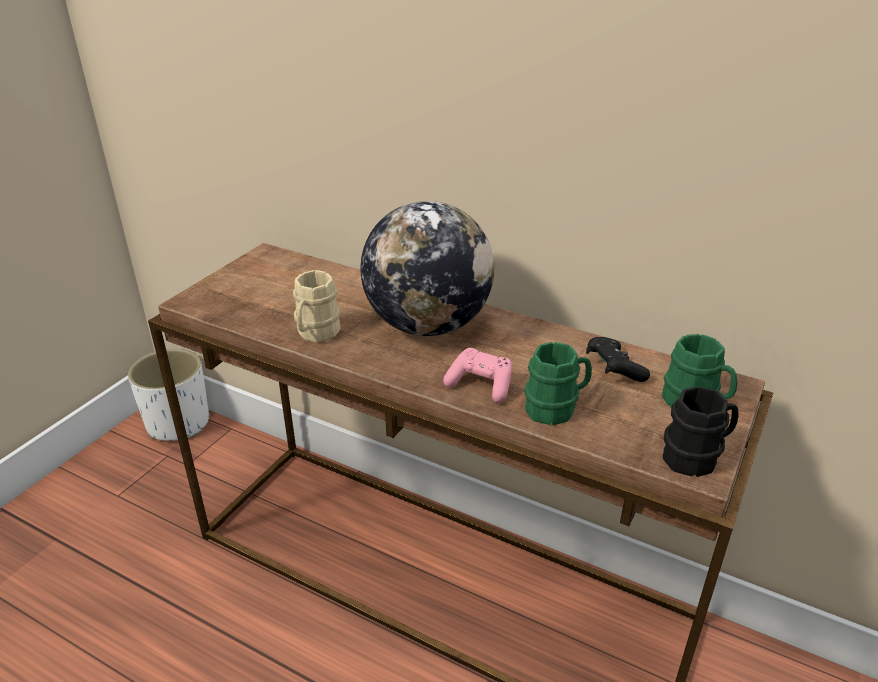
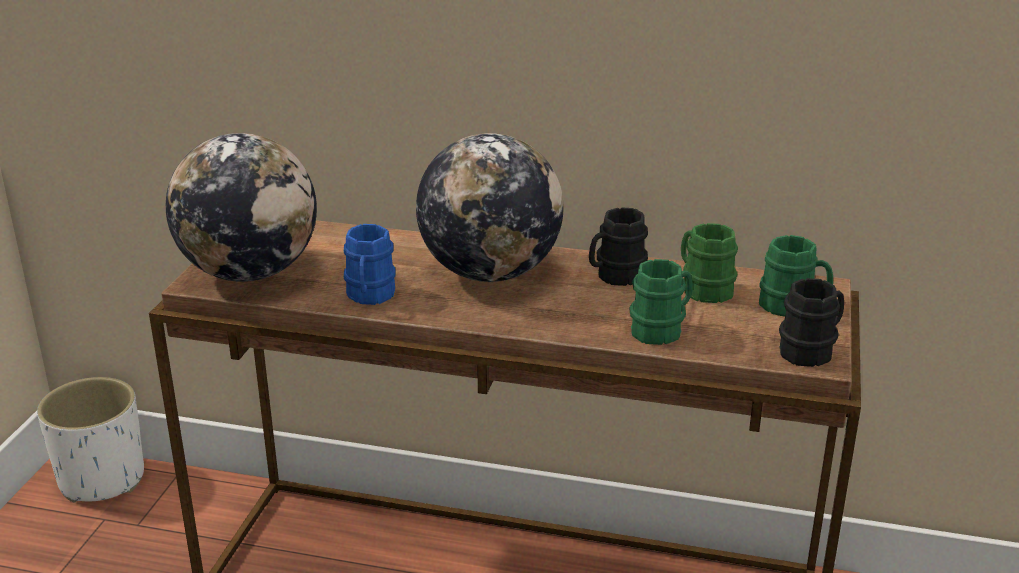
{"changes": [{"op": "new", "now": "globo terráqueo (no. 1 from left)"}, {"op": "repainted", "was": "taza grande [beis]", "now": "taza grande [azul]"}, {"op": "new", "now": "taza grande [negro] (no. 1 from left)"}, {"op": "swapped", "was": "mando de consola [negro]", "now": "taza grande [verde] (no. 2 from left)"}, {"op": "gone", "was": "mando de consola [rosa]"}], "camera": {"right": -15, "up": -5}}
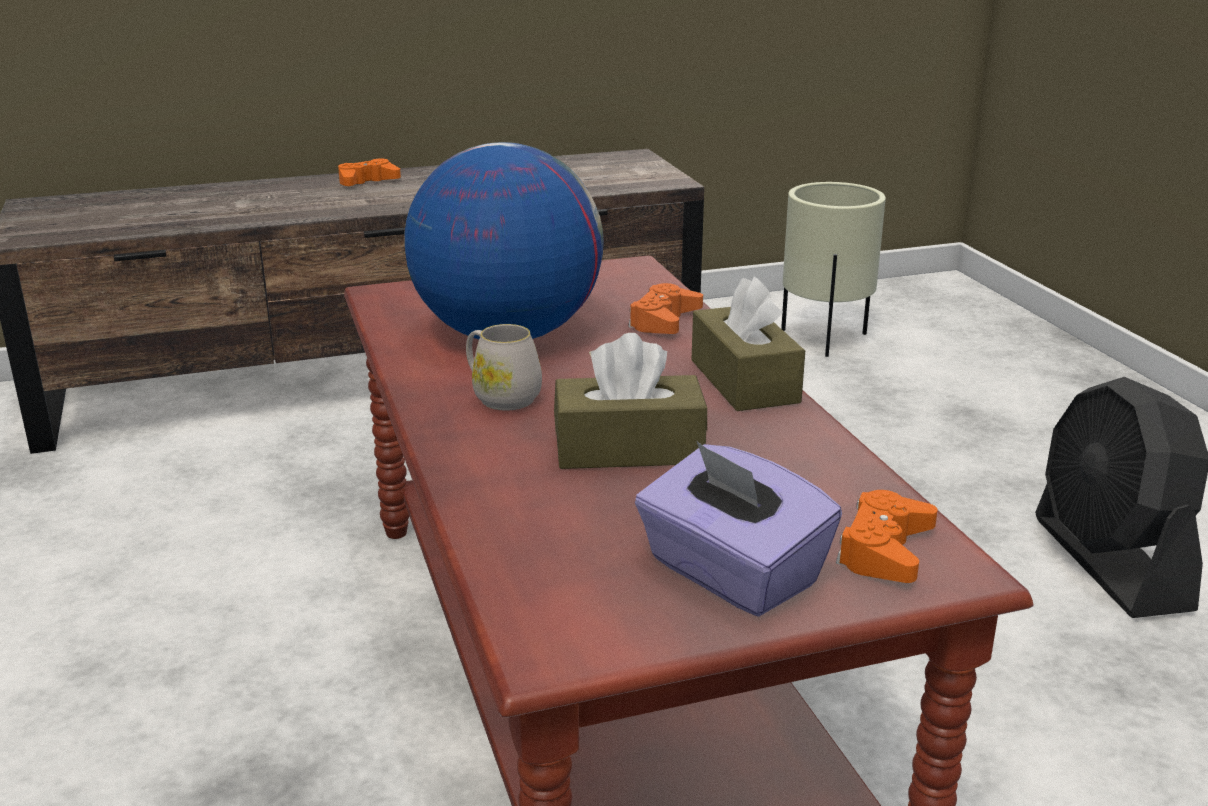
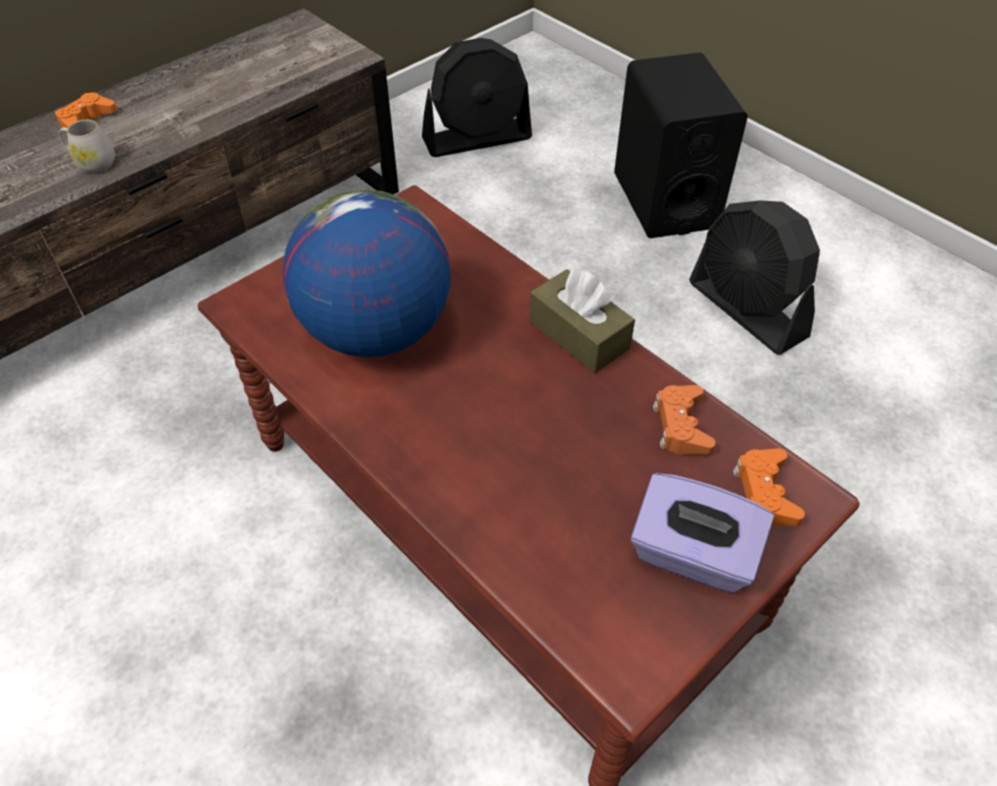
{"changes": [{"op": "shifted", "was": "taza grande [blanco]"}, {"op": "swapped", "was": "maceta [beis]", "now": "ventilador [negro] (no. 1 from left)"}, {"op": "new", "now": "altavoz [negro]"}, {"op": "shifted", "was": "mando de consola [naranja] (no. 2 from left)"}, {"op": "gone", "was": "caja de pañuelos [marrón] (no. 1 from left)"}], "camera": {"right": -25, "up": 25}}
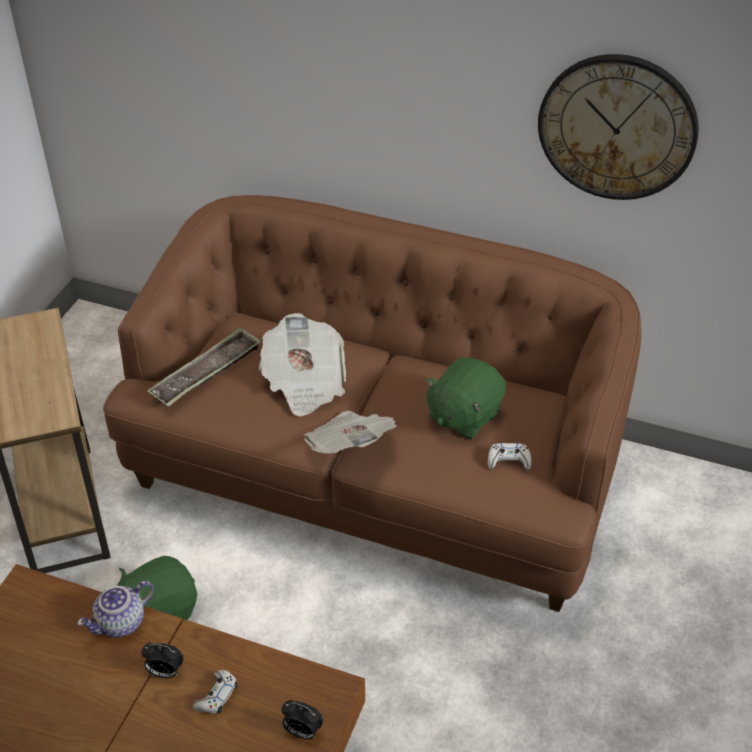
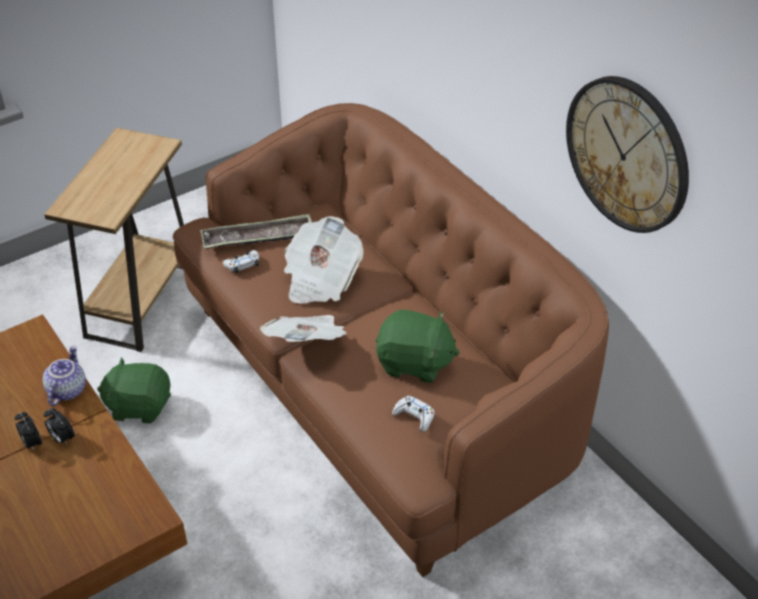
{"changes": [{"op": "shifted", "was": "despertador (no. 2 from left in the first image)", "now": "despertador (no. 1 from left)"}, {"op": "rotated", "was": "tetera", "clockwise": 105}, {"op": "shifted", "was": "mando de consola [blanco] (no. 1 from left)"}, {"op": "rotated", "was": "peluche [verde] (no. 2 from left)", "clockwise": -150}], "camera": {"right": 35, "up": 0}}
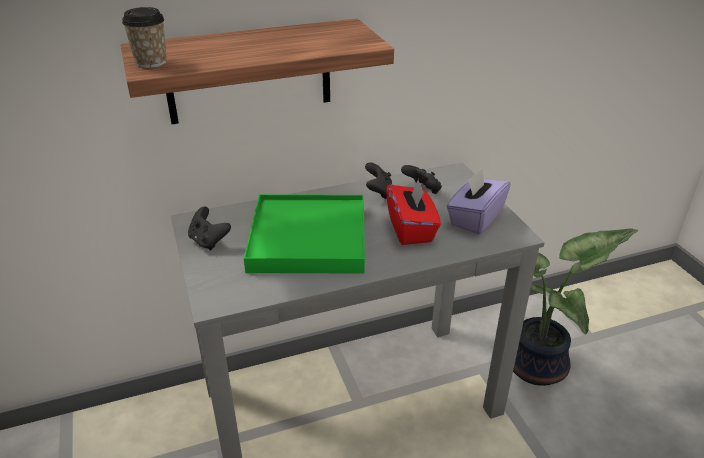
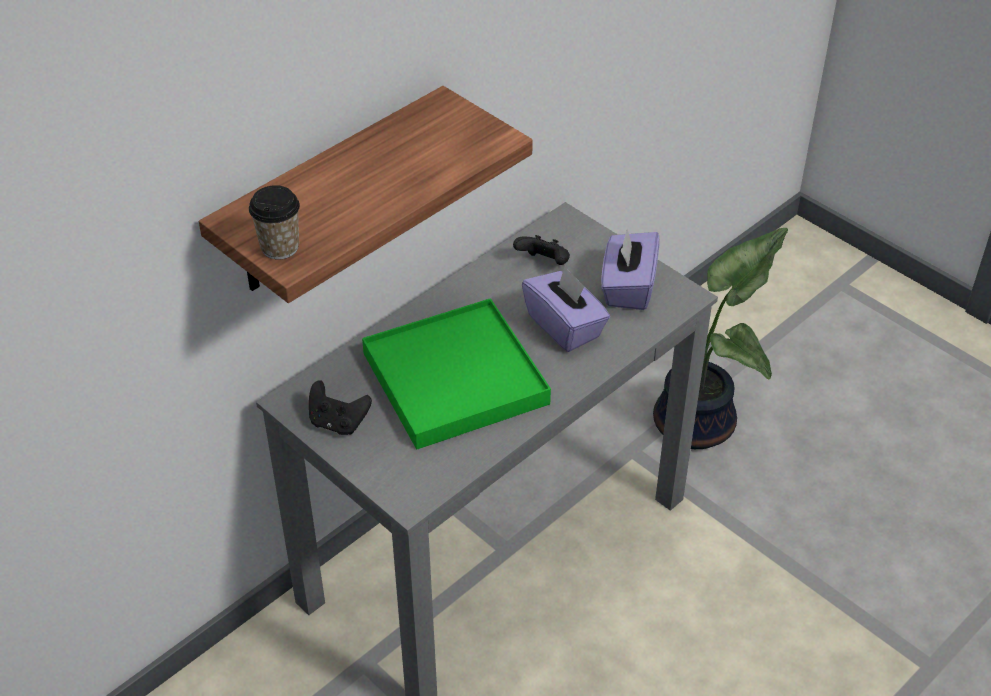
{"changes": [{"op": "repainted", "was": "caja de pañuelos [rojo]", "now": "caja de pañuelos [morado] (no. 1 from left)"}, {"op": "gone", "was": "mando de consola [negro] (no. 2 from left)"}], "camera": {"right": -25, "up": 10}}
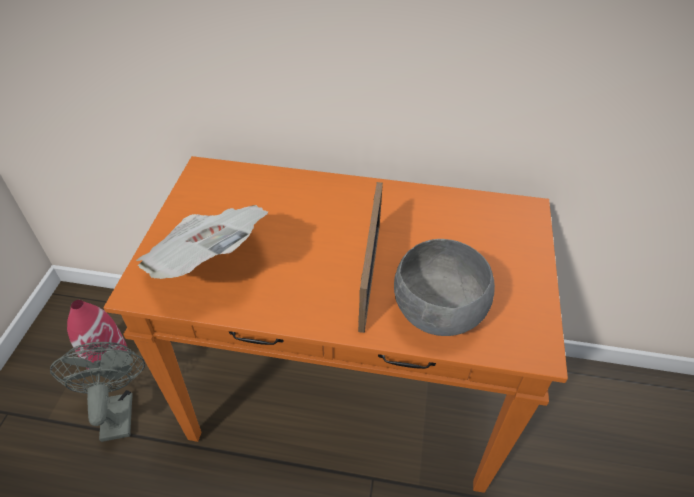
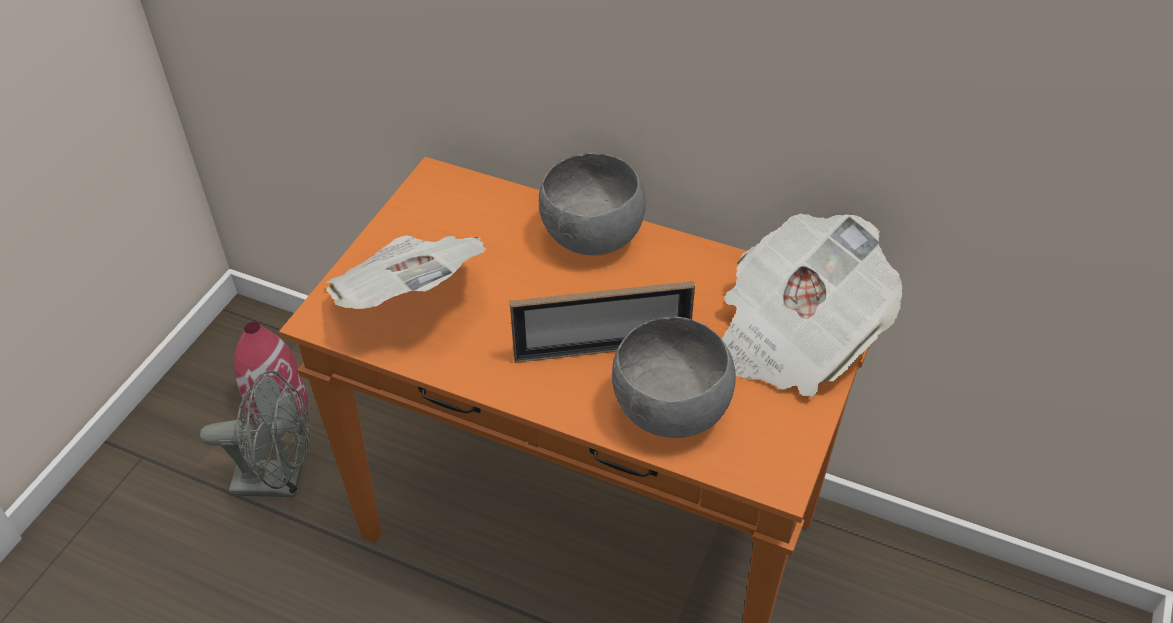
{"changes": [{"op": "rotated", "was": "ventilador [gris]", "clockwise": 90}, {"op": "rotated", "was": "portarretratos", "clockwise": 60}, {"op": "new", "now": "cuenco [gris] (no. 1 from left)"}, {"op": "new", "now": "periódico (no. 2 from left)"}], "camera": {"right": 15, "up": 0}}
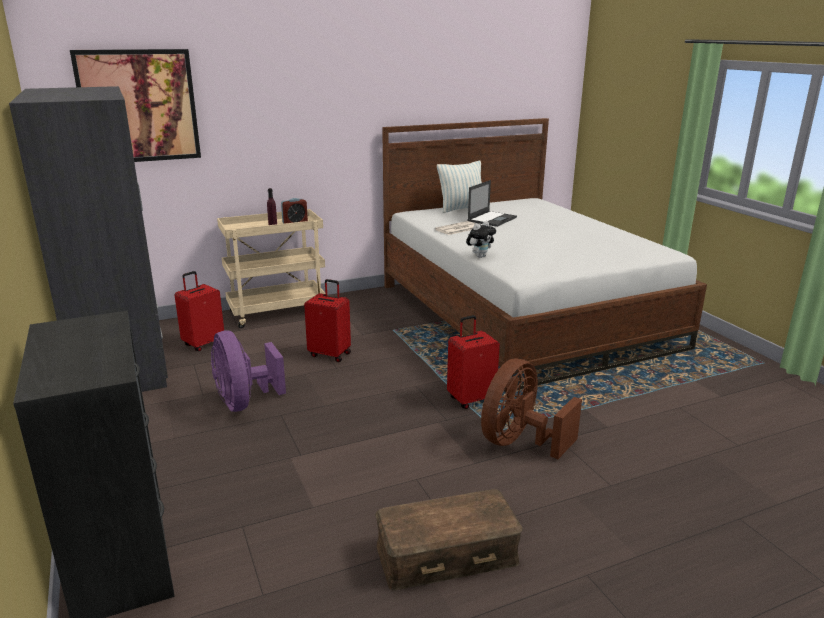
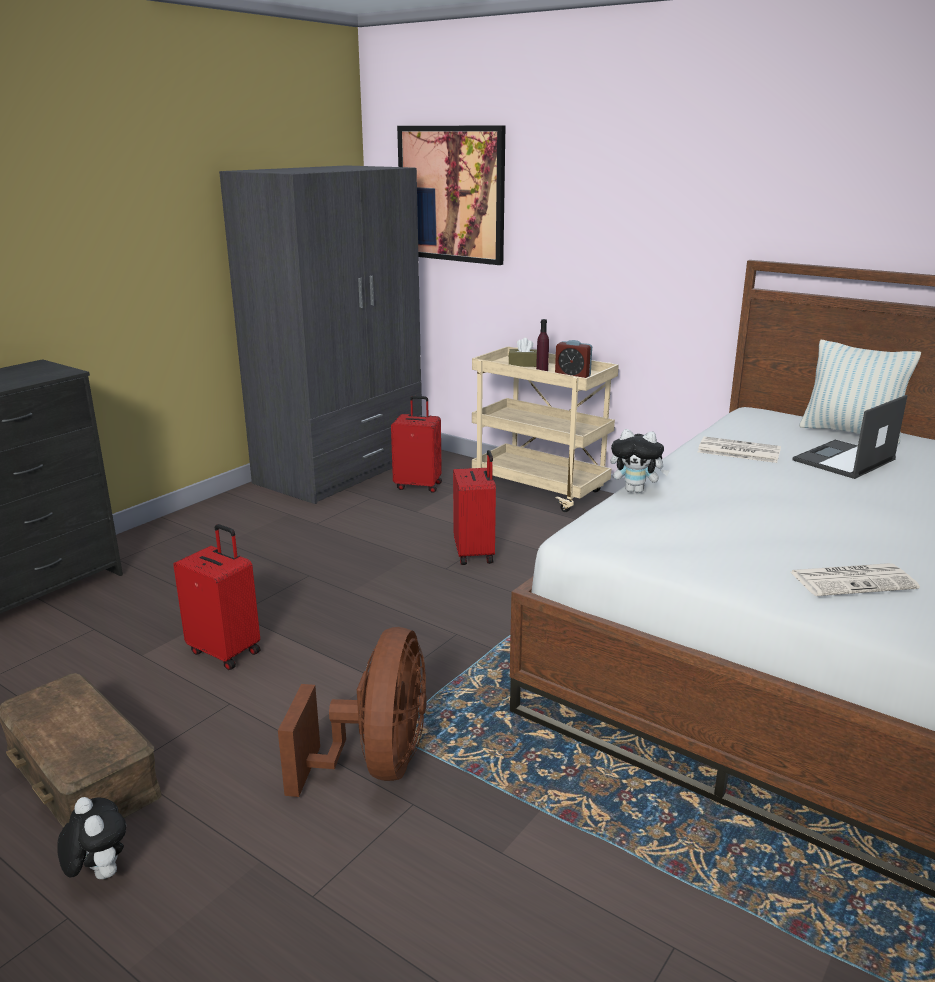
{"changes": [{"op": "new", "now": "peluche (no. 1 from left)"}, {"op": "shifted", "was": "maleta [rojo] (no. 3 from left in the first image)", "now": "maleta [rojo] (no. 1 from left)"}, {"op": "rotated", "was": "ventilador [marrón]", "clockwise": 90}, {"op": "new", "now": "caja de pañuelos [marrón]"}, {"op": "new", "now": "periódico (no. 2 from left)"}, {"op": "rotated", "was": "portátil", "clockwise": 135}, {"op": "gone", "was": "ventilador [morado]"}], "camera": {"right": 60, "up": 0}}
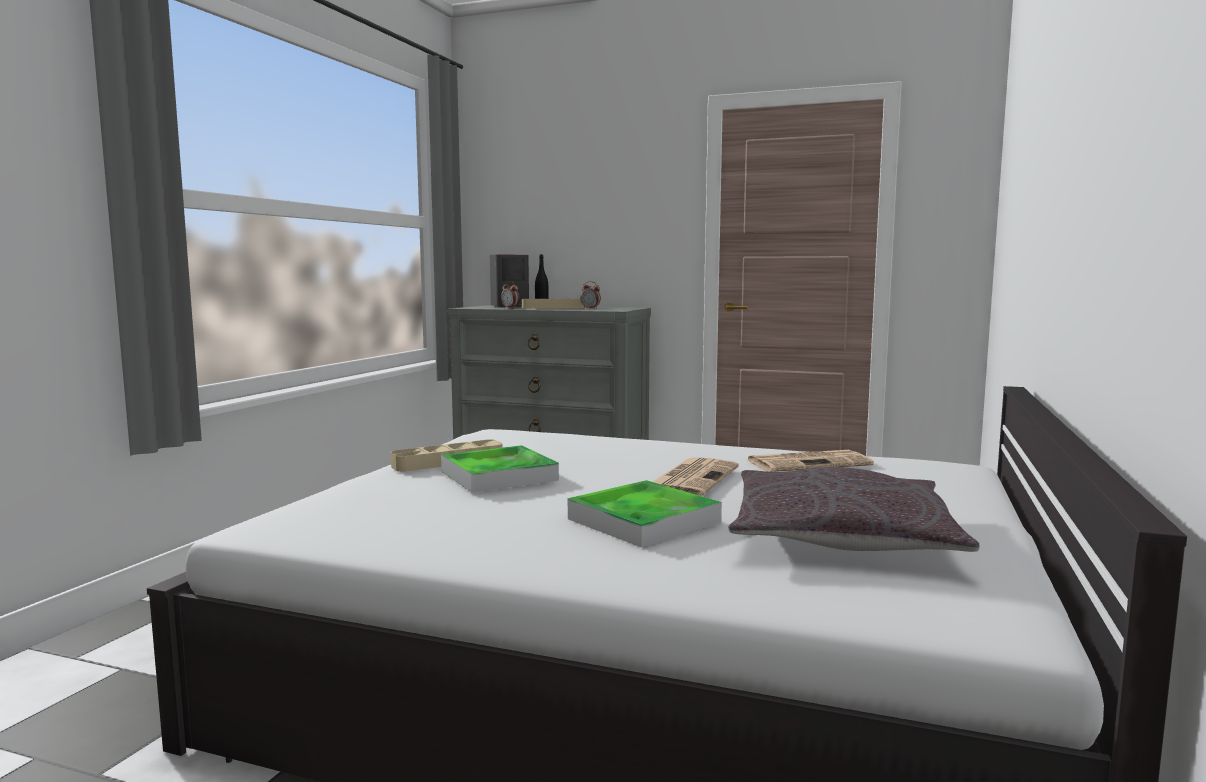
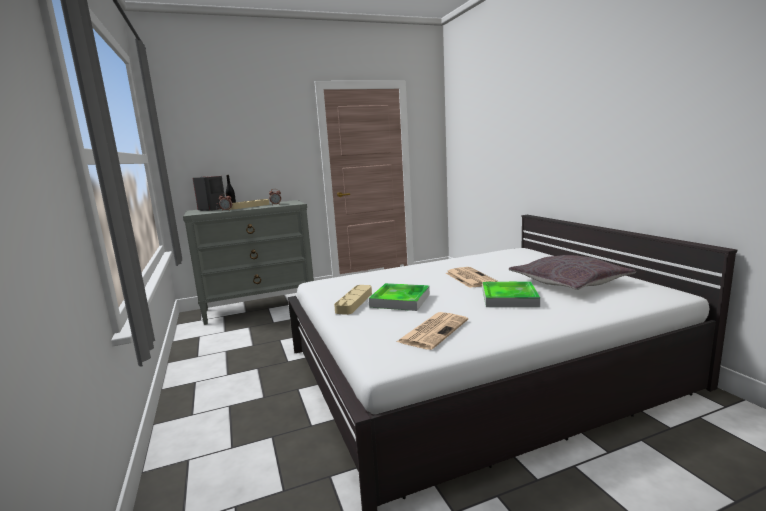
{"changes": [{"op": "shifted", "was": "periódico (no. 2 from left in the first image)", "now": "periódico (no. 1 from left)"}], "camera": {"right": -40, "up": 5}}
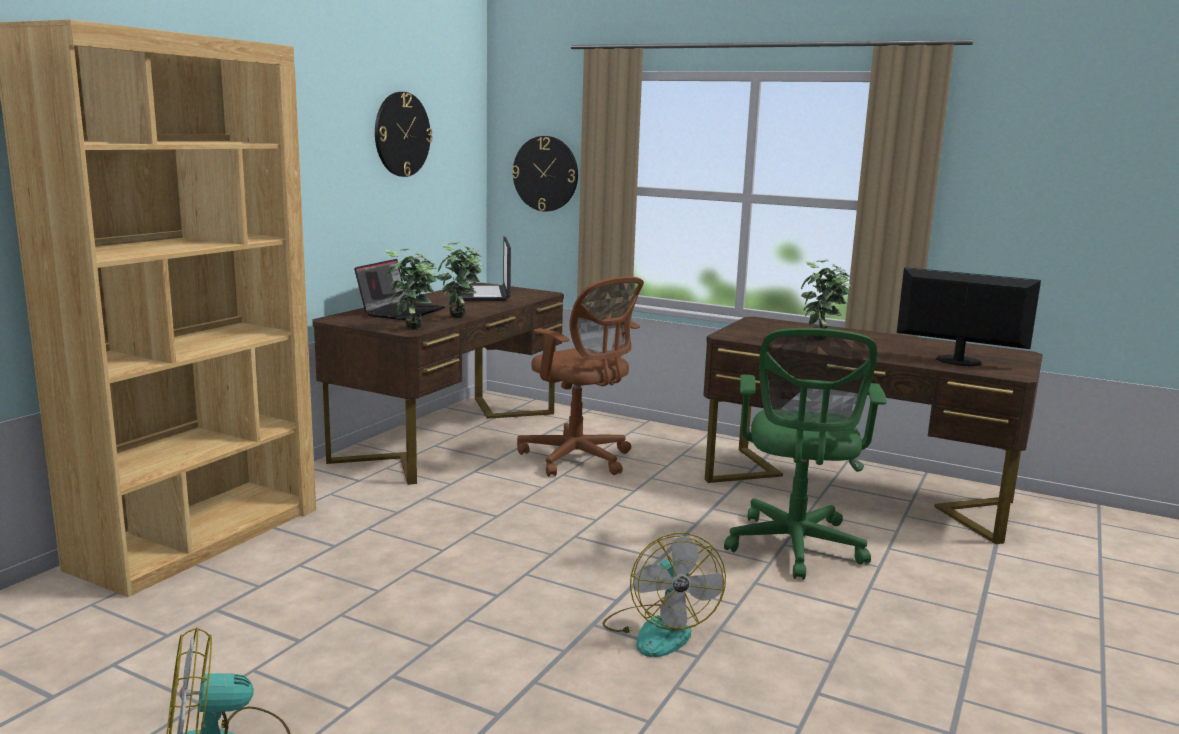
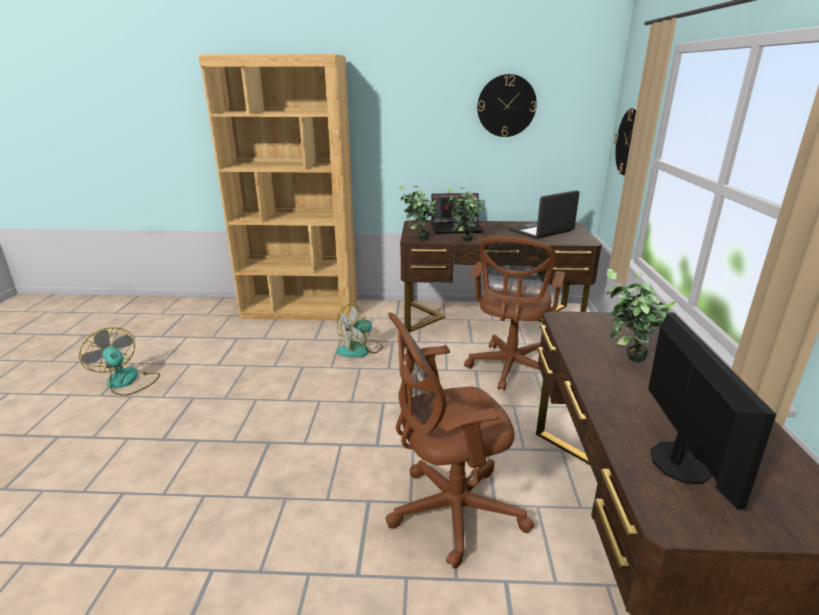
{"changes": [{"op": "shifted", "was": "ventilador (no. 2 from left)"}, {"op": "repainted", "was": "silla de oficina [verde]", "now": "silla de oficina [marrón] (no. 1 from left)"}], "camera": {"right": 65, "up": 10}}
